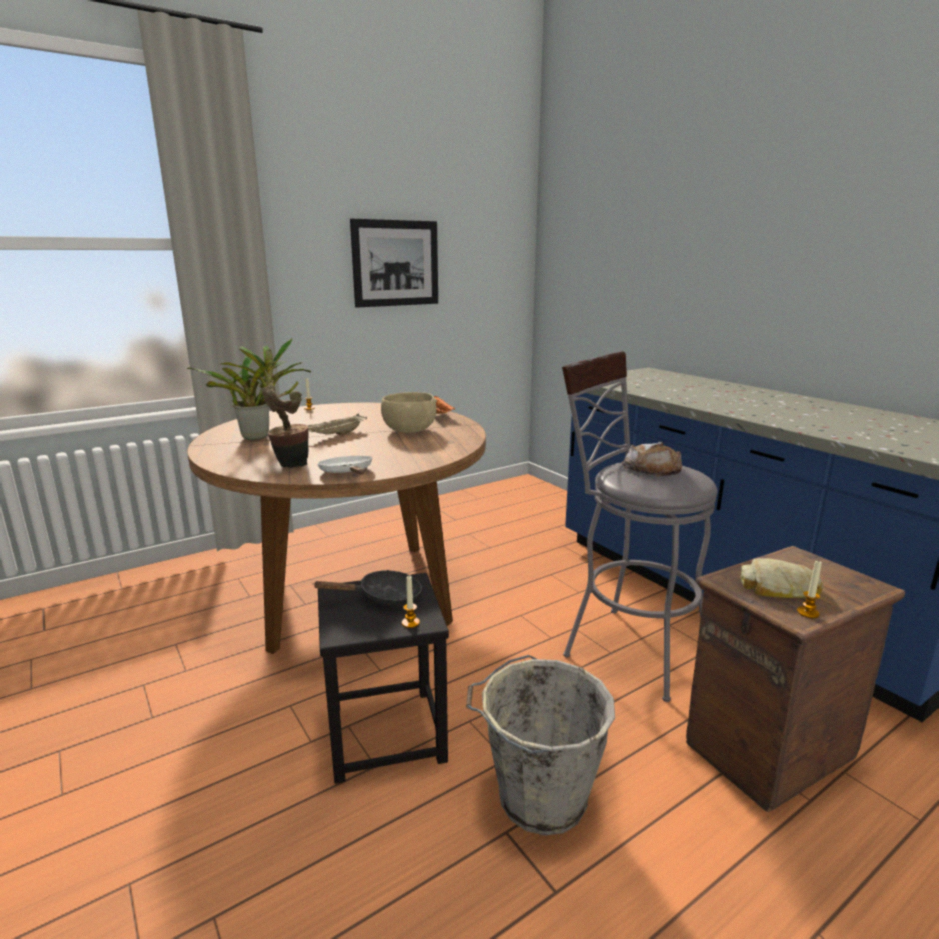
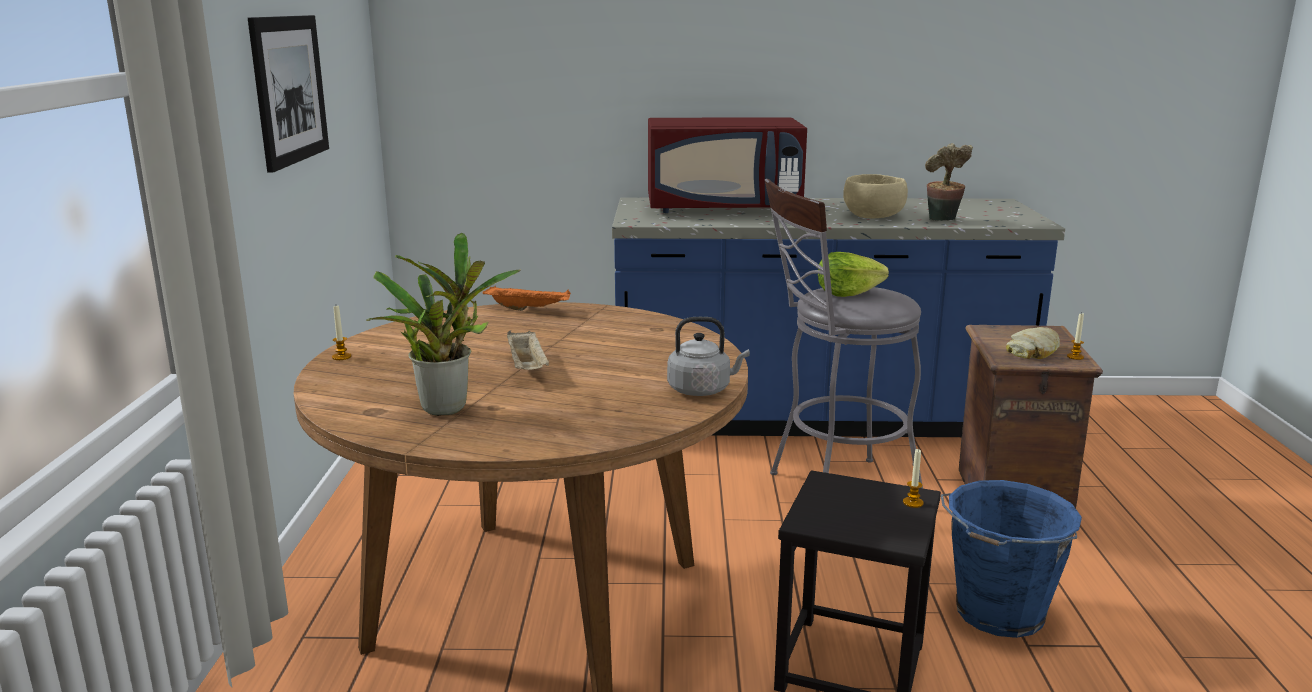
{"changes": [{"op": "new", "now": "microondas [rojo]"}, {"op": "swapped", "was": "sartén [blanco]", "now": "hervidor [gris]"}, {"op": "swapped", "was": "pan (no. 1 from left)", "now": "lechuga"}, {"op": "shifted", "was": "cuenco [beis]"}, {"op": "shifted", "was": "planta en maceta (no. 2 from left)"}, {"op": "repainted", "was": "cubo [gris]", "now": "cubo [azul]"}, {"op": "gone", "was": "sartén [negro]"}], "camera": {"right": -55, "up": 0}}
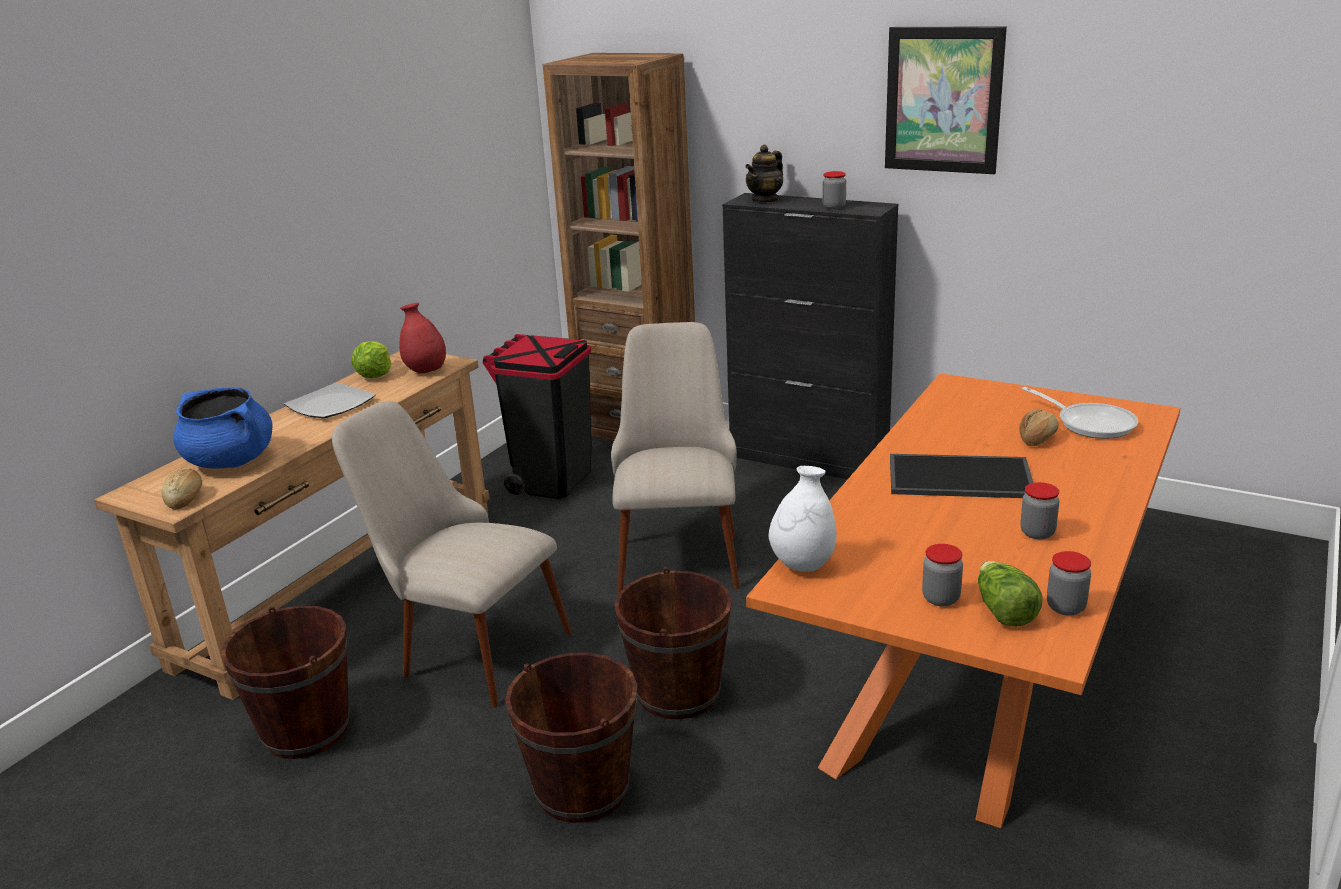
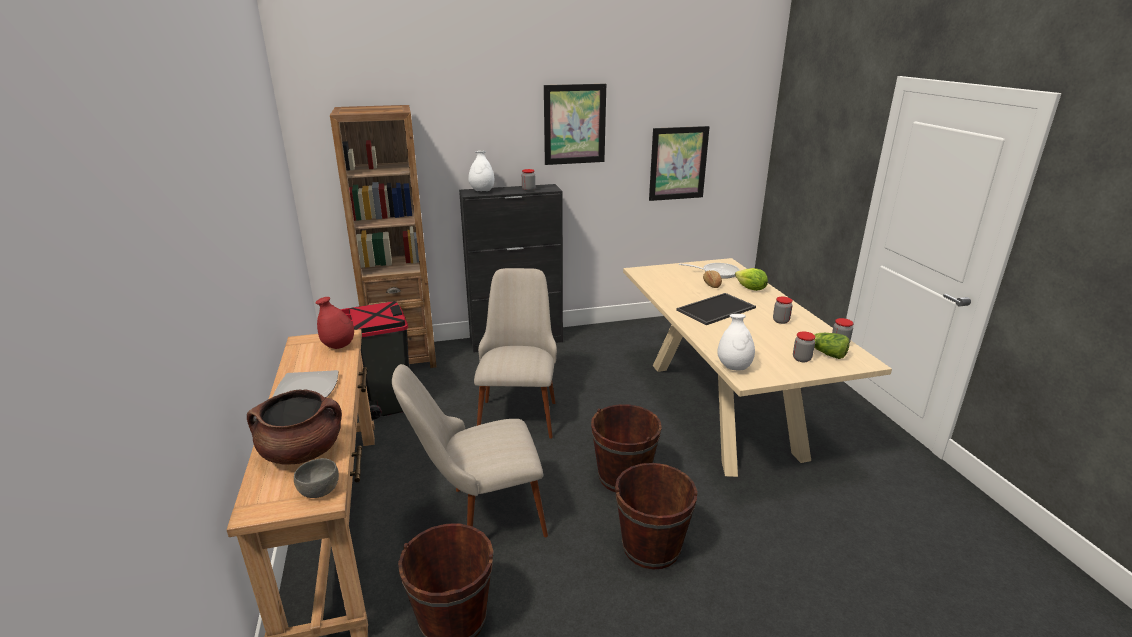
{"changes": [{"op": "repainted", "was": "olla [azul]", "now": "olla [marrón]"}, {"op": "swapped", "was": "pan (no. 1 from left)", "now": "cuenco [gris]"}, {"op": "swapped", "was": "tetera", "now": "florero [blanco] (no. 1 from left)"}, {"op": "rotated", "was": "silla [beis] (no. 2 from left)", "clockwise": 45}, {"op": "repainted", "was": "mesa de comedor [naranja]", "now": "mesa de comedor [beis]"}, {"op": "new", "now": "cuadro (no. 2 from left)"}, {"op": "shifted", "was": "lechuga (no. 1 from left)"}], "camera": {"right": -45, "up": 0}}
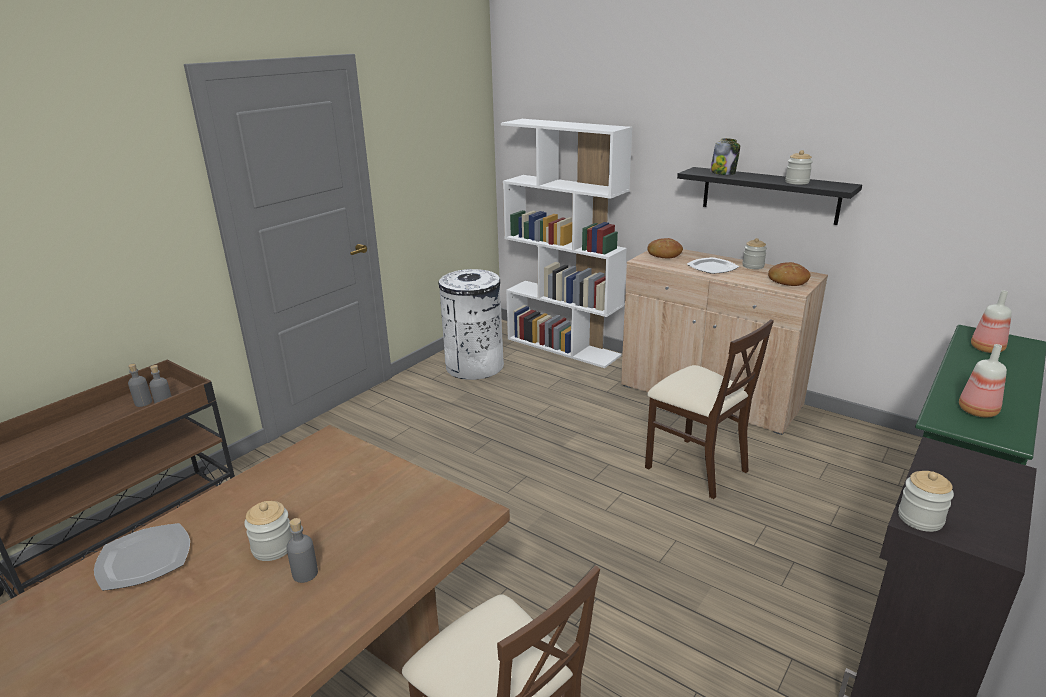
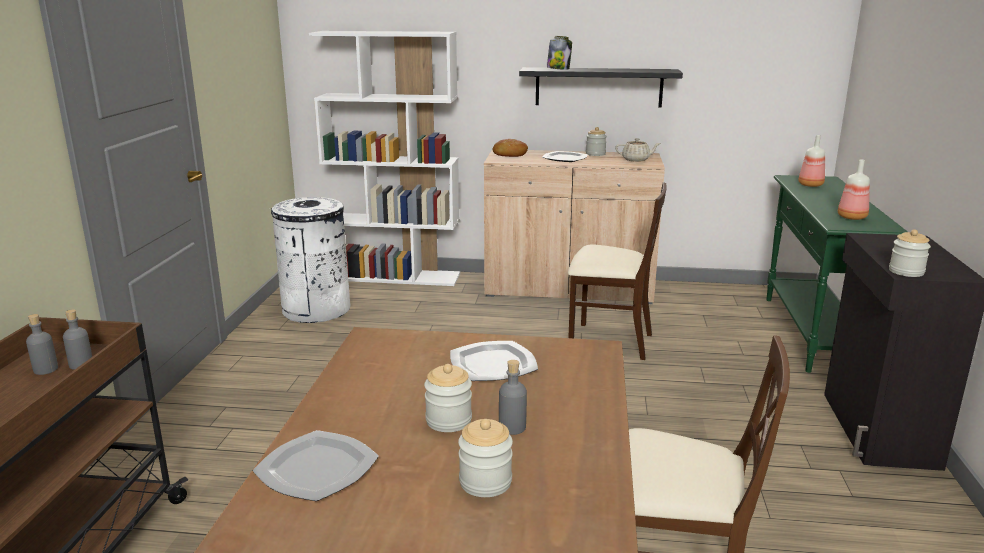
{"changes": [{"op": "new", "now": "plato (no. 2 from left)"}, {"op": "shifted", "was": "tarro (no. 4 from left in the first image)", "now": "tarro (no. 2 from left)"}, {"op": "swapped", "was": "pan (no. 2 from left)", "now": "tetera [beis]"}], "camera": {"right": -30, "up": -5}}
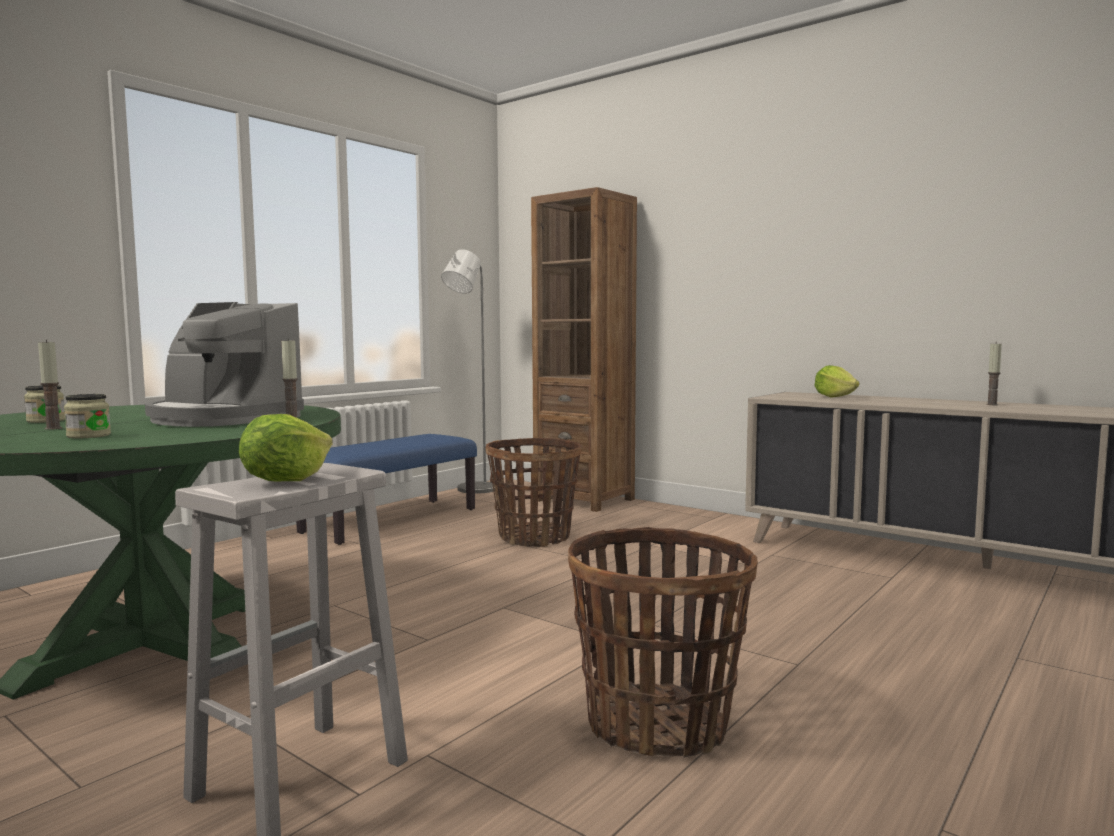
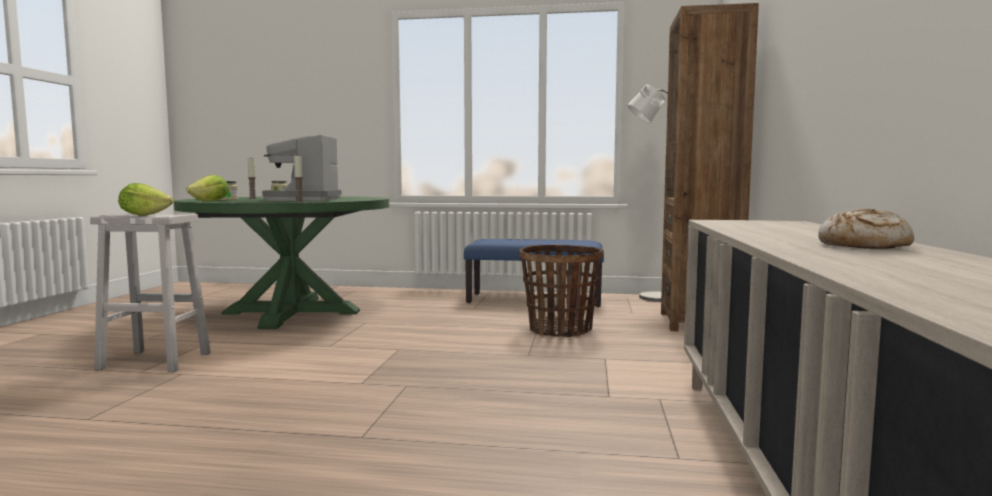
{"changes": [{"op": "shifted", "was": "lechuga (no. 2 from left)"}, {"op": "swapped", "was": "vela (no. 3 from left)", "now": "pan"}, {"op": "gone", "was": "cesta (no. 2 from left)"}], "camera": {"right": 60, "up": 0}}
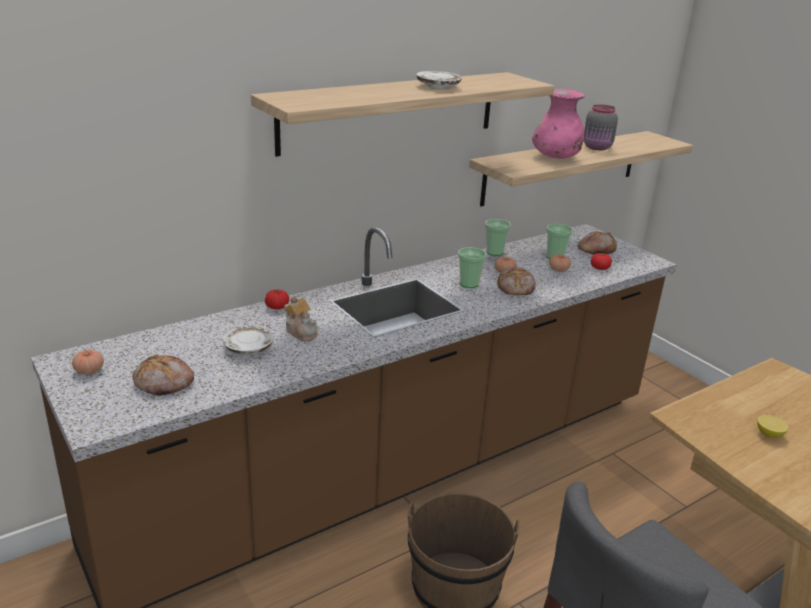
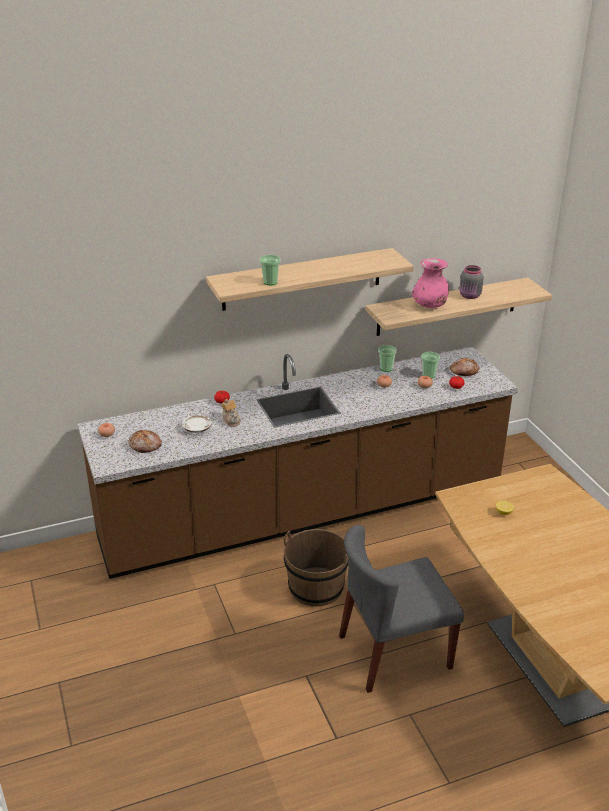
{"changes": [{"op": "shifted", "was": "taza (no. 1 from left)"}, {"op": "gone", "was": "plato [blanco] (no. 2 from left)"}, {"op": "gone", "was": "pan (no. 2 from left)"}], "camera": {"right": 15, "up": 5}}
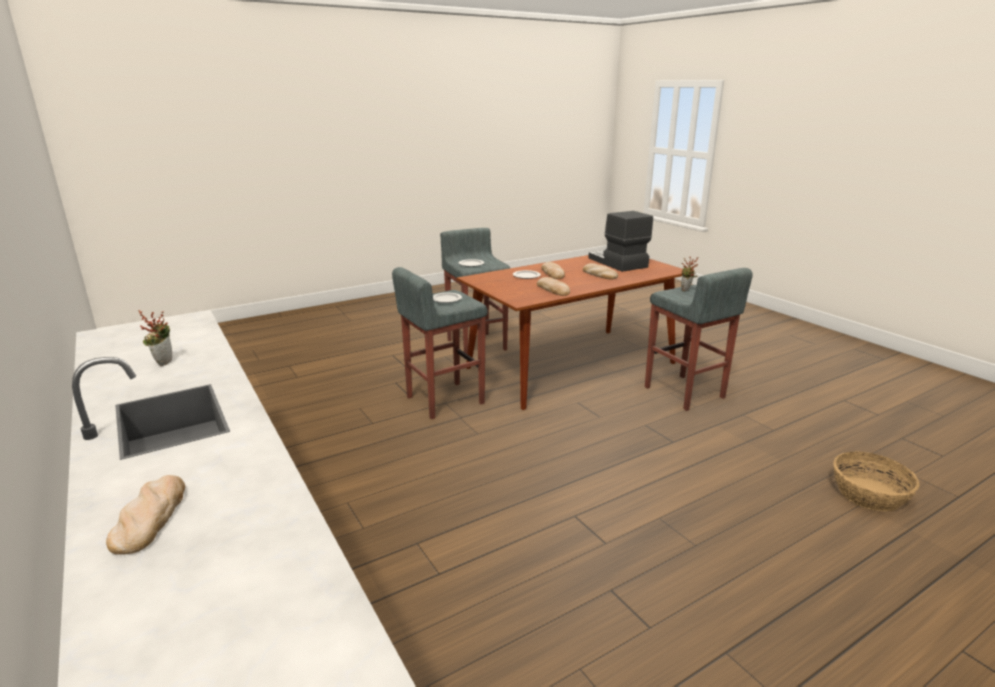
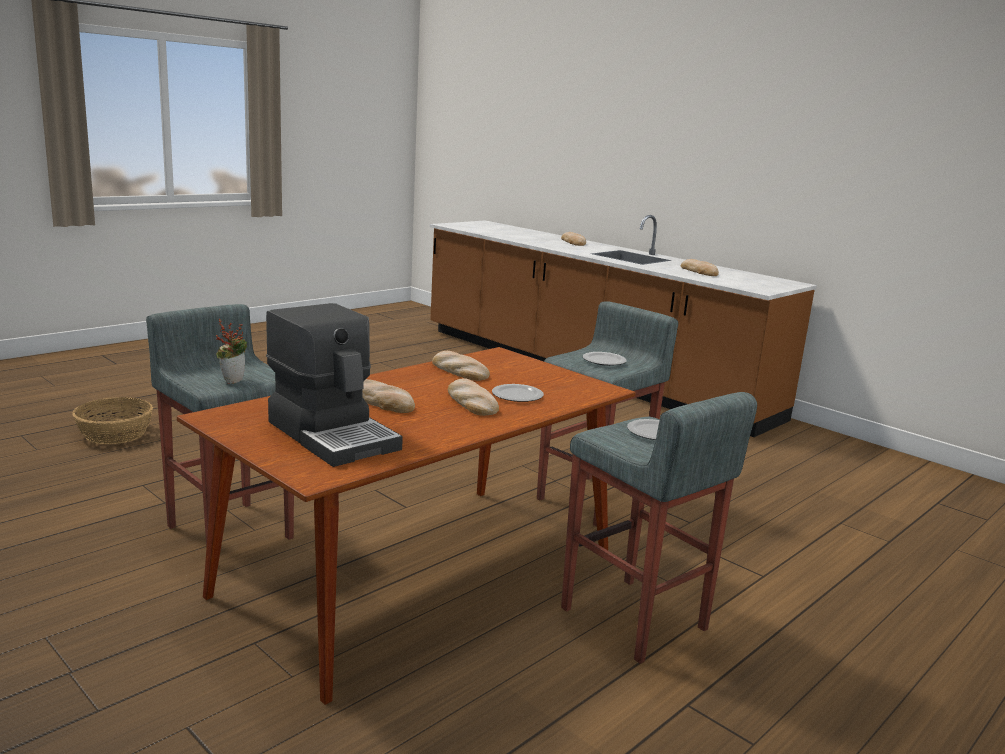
{"changes": [{"op": "swapped", "was": "planta en maceta (no. 1 from left)", "now": "pan (no. 5 from left)"}], "camera": {"right": 165, "up": -5}}
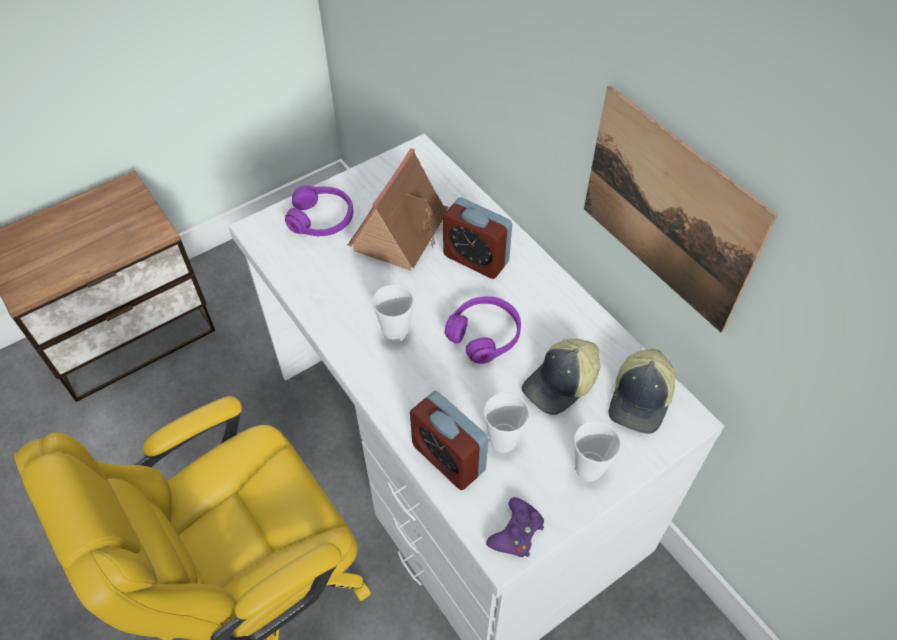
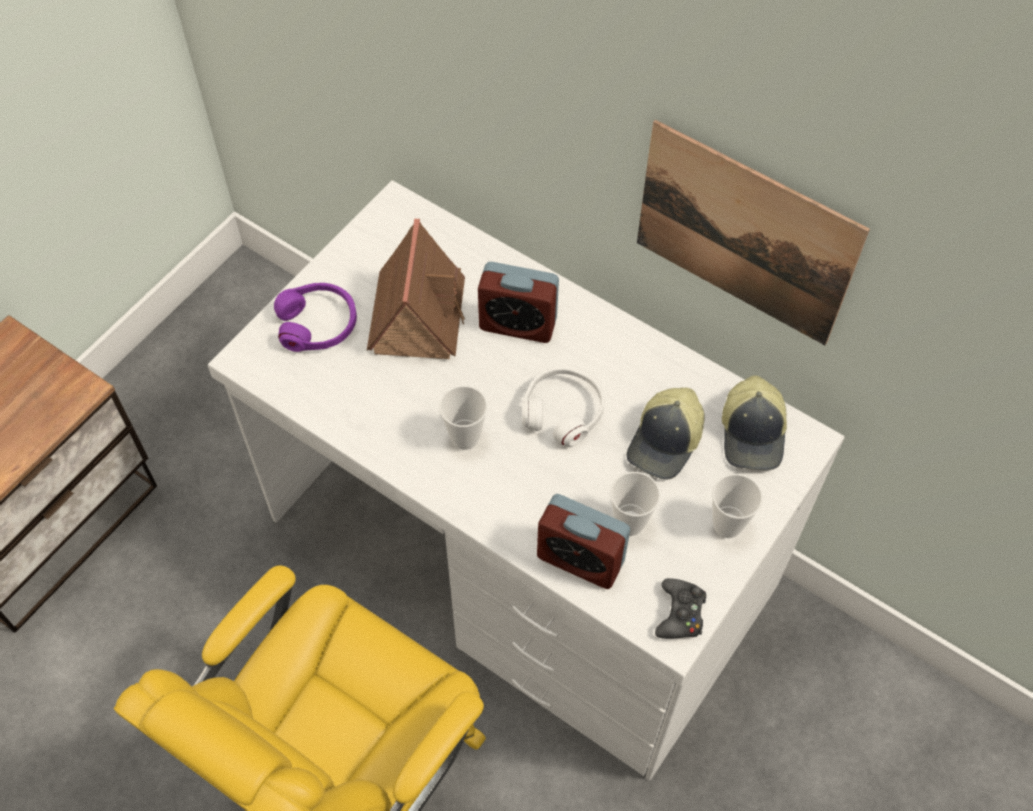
{"changes": [{"op": "repainted", "was": "auriculares [morado] (no. 2 from left)", "now": "auriculares [blanco]"}, {"op": "repainted", "was": "mando de consola [morado]", "now": "mando de consola [negro]"}], "camera": {"right": -20, "up": 5}}
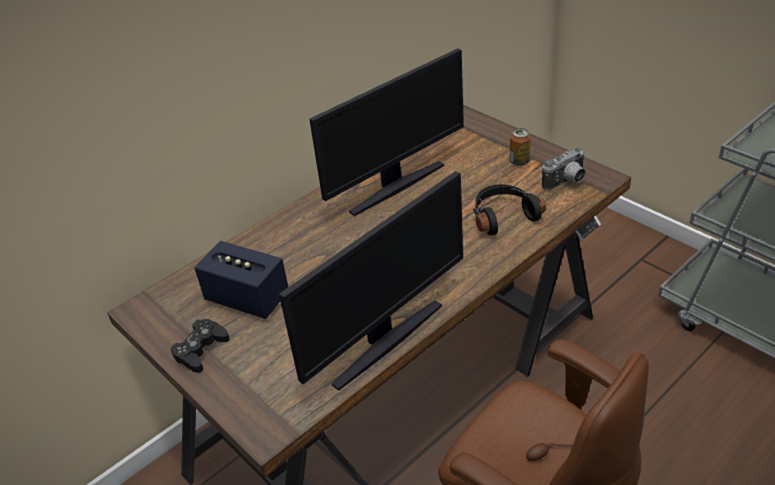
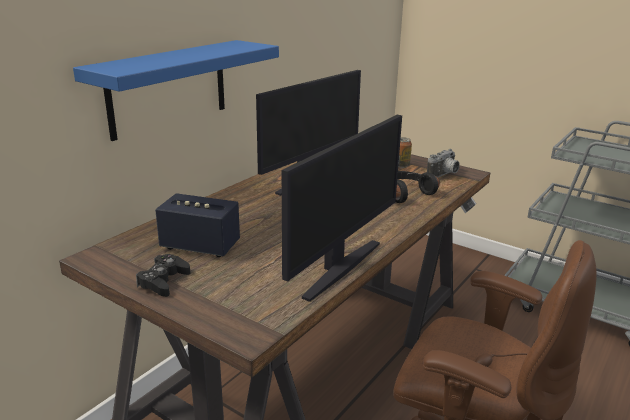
{"changes": [{"op": "new", "now": "estante [azul]"}], "camera": {"right": -15, "up": -15}}
